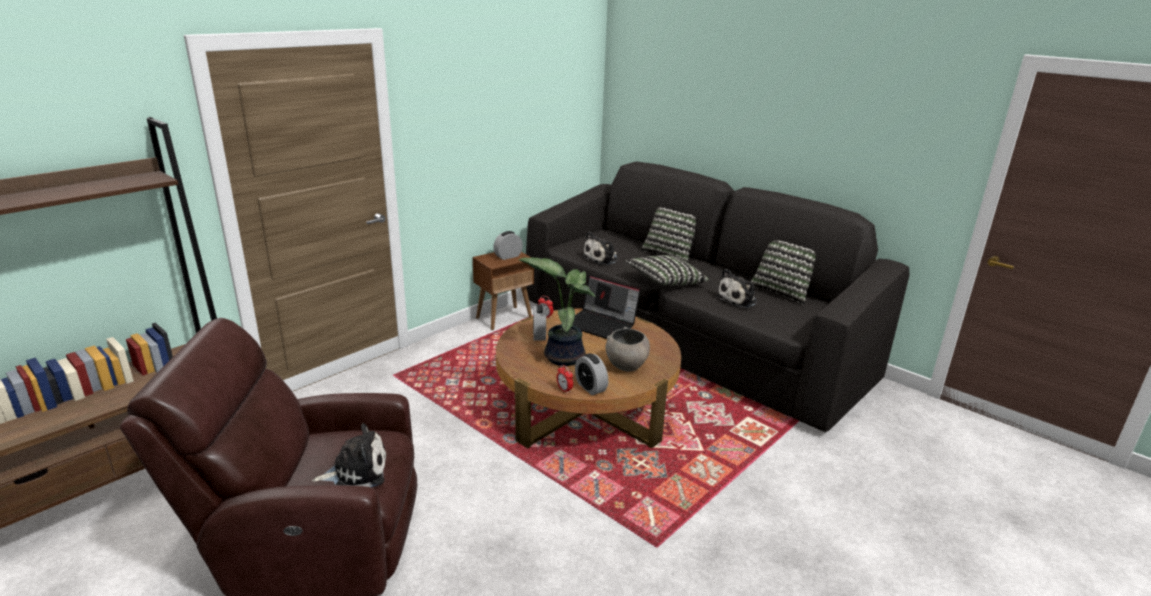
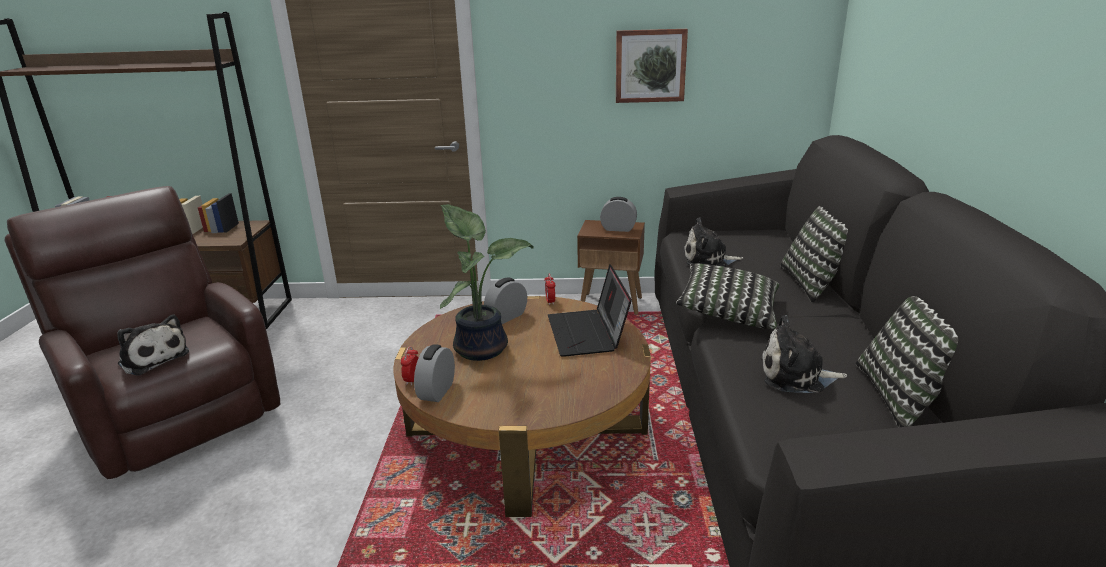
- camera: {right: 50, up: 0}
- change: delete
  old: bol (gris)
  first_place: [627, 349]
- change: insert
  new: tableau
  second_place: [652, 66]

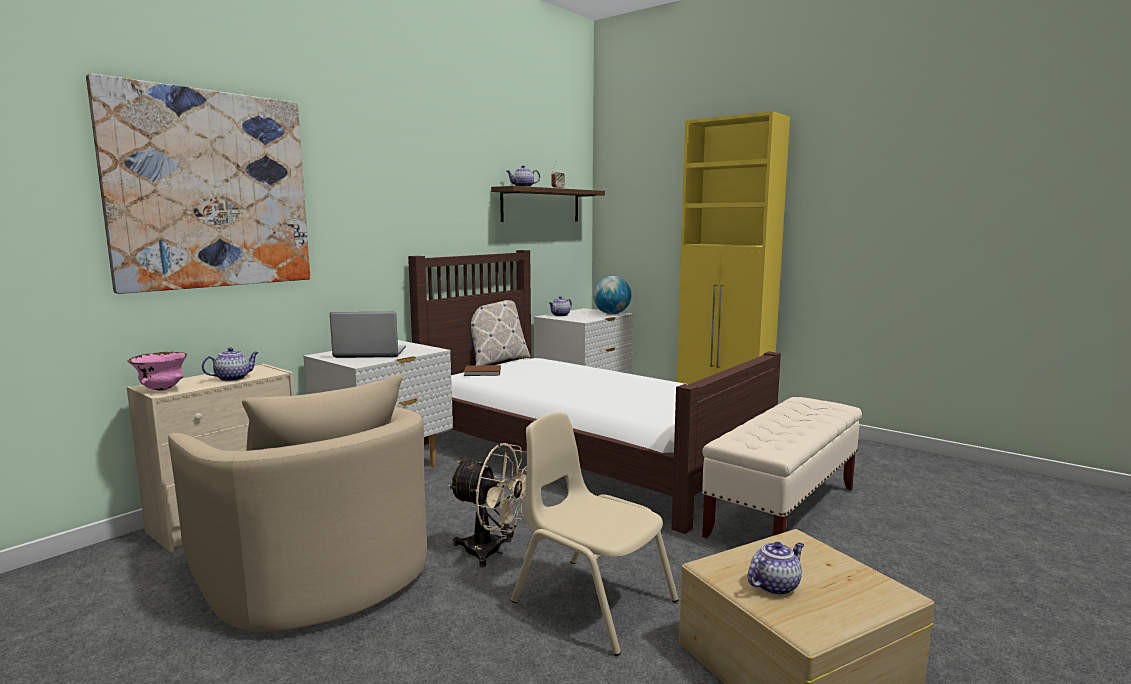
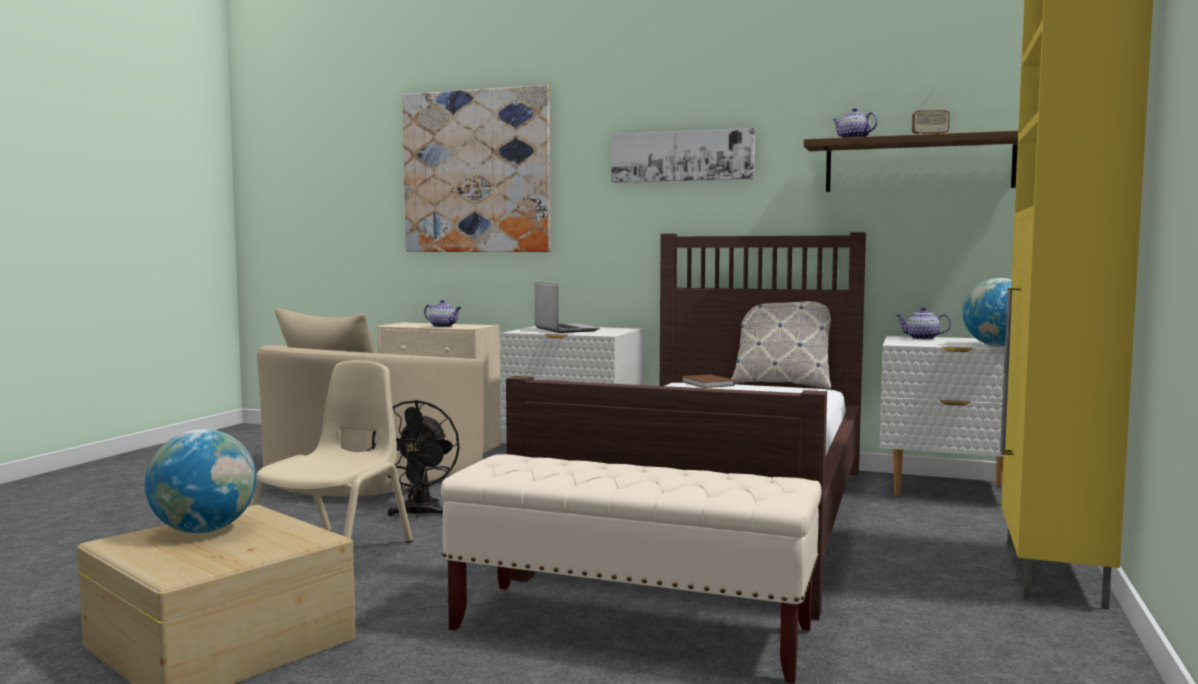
- camera: {right: 70, up: -5}
- change: delete
  old: bol (rose)
  first_place: [157, 371]
- change: insert
  new: tableau
  second_place: [683, 155]
- change: replace
  old: théière
  new: globe
  first_place: [775, 568]
  second_place: [201, 481]
- change: recolor
  old: ventilateur (beige)
  new: ventilateur (noir)
  first_place: [487, 505]
  second_place: [413, 459]

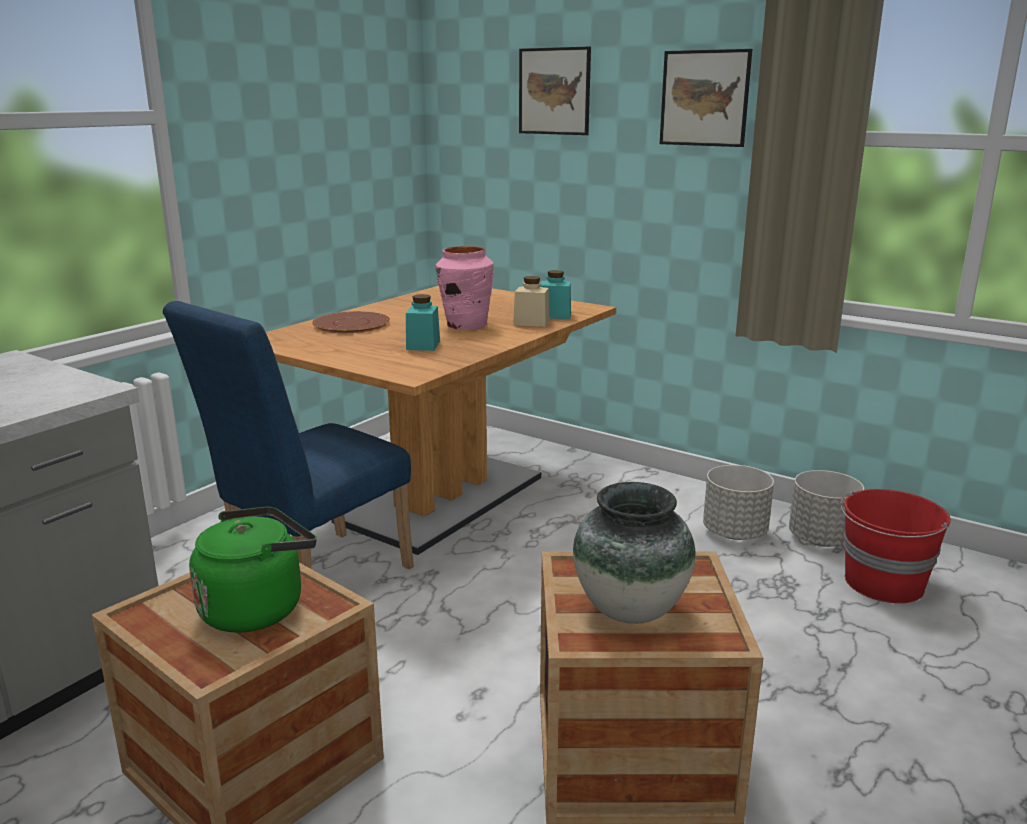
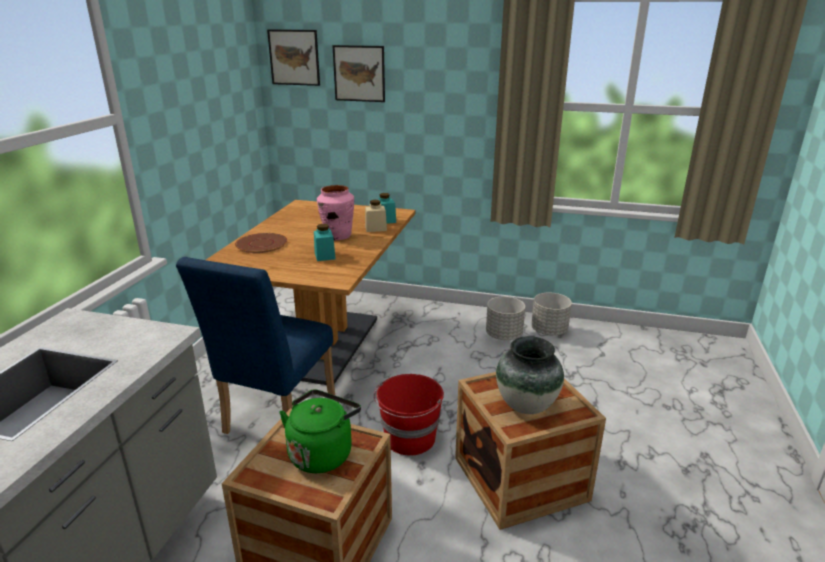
- camera: {right: -20, up: 5}
- change: move
  old: tableau
  first_place: [706, 98]
  second_place: [293, 57]
- change: move
  old: seau (rouge)
  first_place: [895, 546]
  second_place: [409, 415]

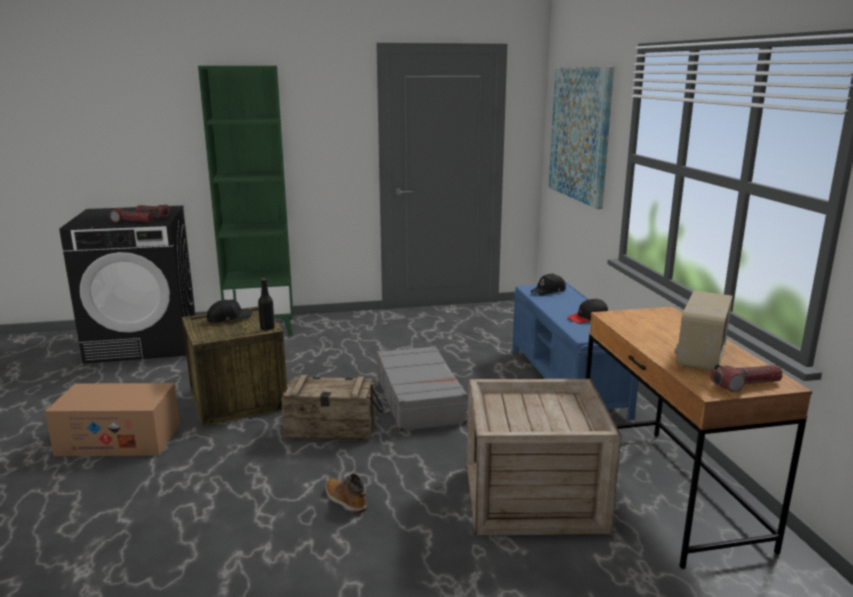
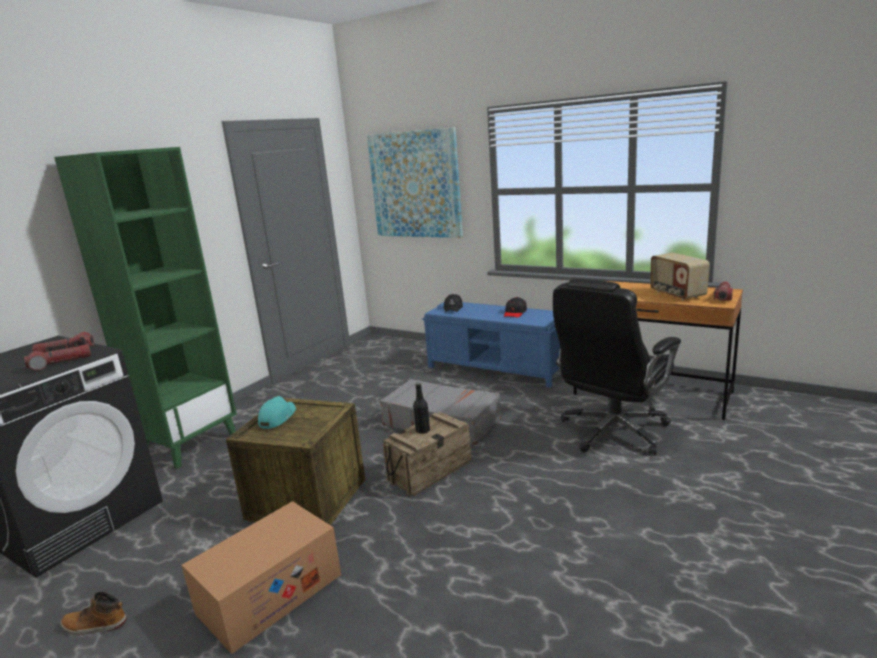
- camera: {right: -45, up: 0}
- change: move
  old: bouteille (noir)
  first_place: [266, 304]
  second_place: [421, 408]
- change: move
  old: botte
  first_place: [346, 493]
  second_place: [94, 613]
- change: replace
  old: caisse
  new: chaise de bureau (noir)
  first_place: [544, 457]
  second_place: [617, 366]
- change: recolor
  old: casquette (noir)
  new: casquette (turquoise)
  first_place: [230, 311]
  second_place: [277, 412]

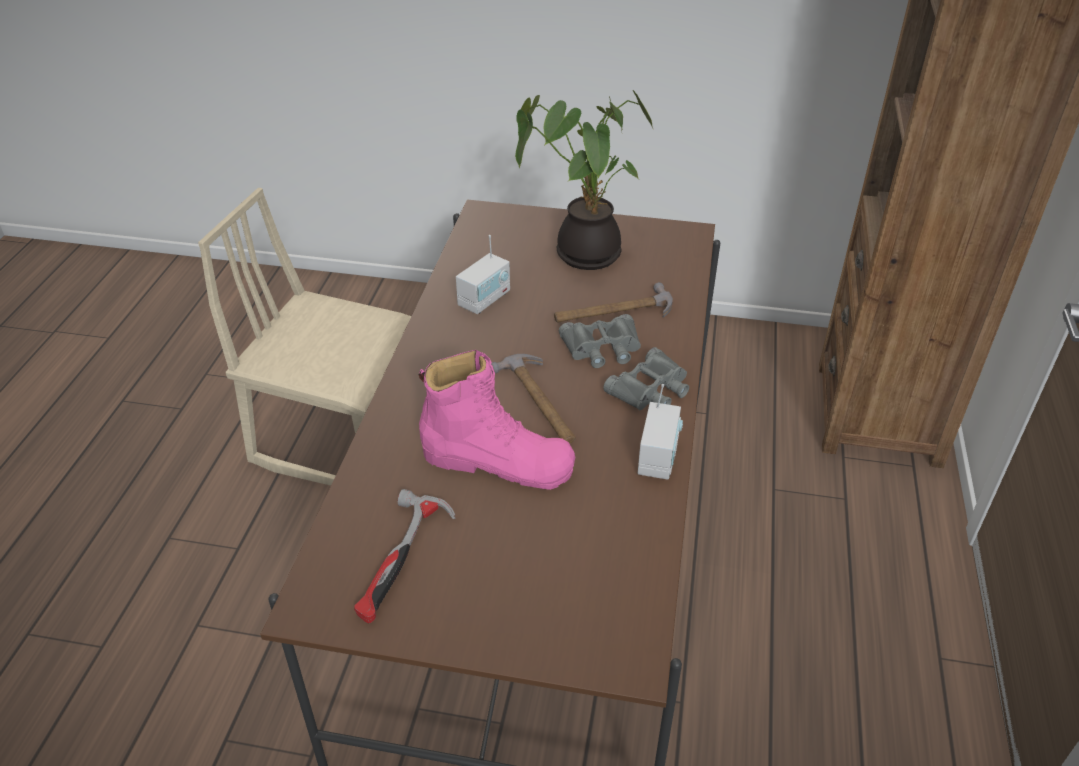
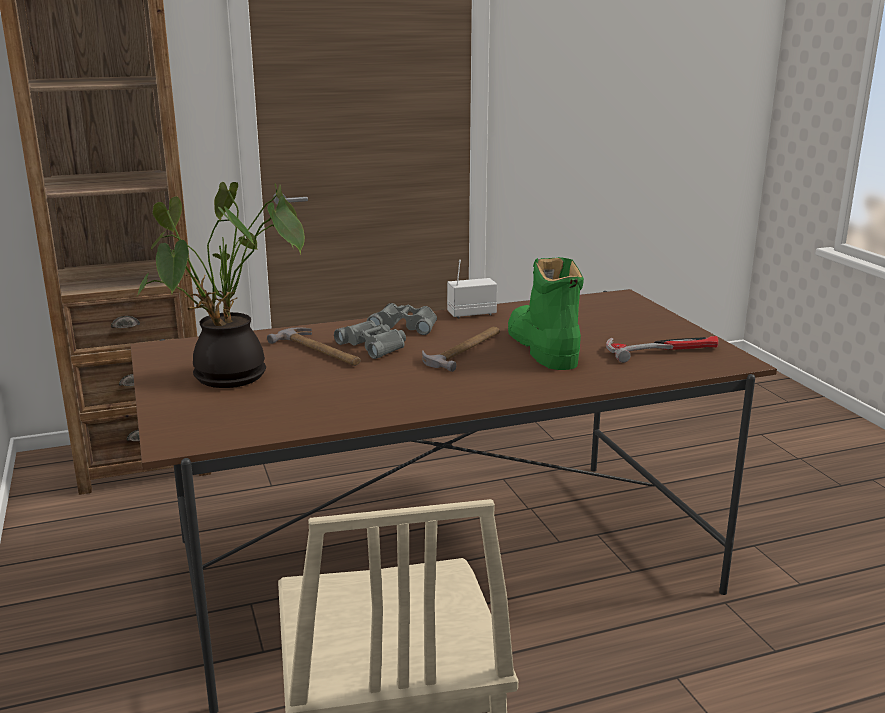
- camera: {right: -120, up: -20}
- change: delete
  old: radio
  first_place: [483, 274]
- change: recolor
  old: botte (rose)
  new: botte (vert)
  first_place: [497, 420]
  second_place: [546, 313]

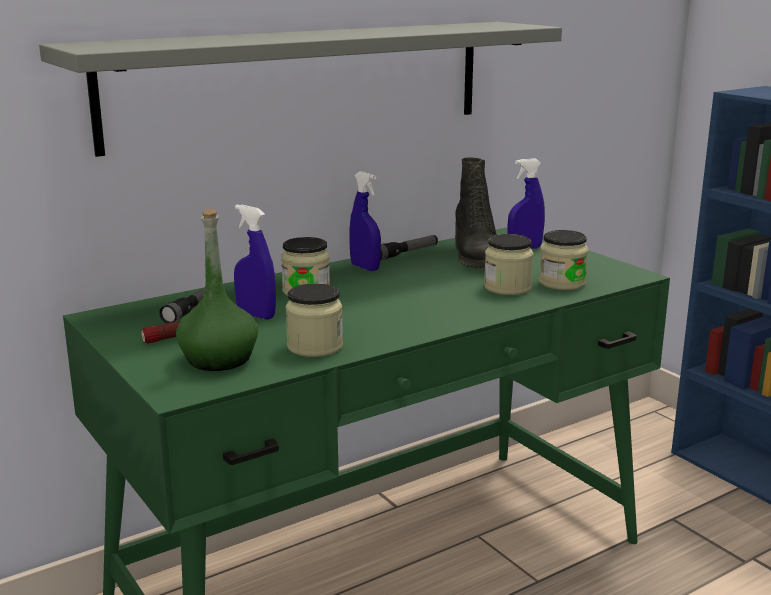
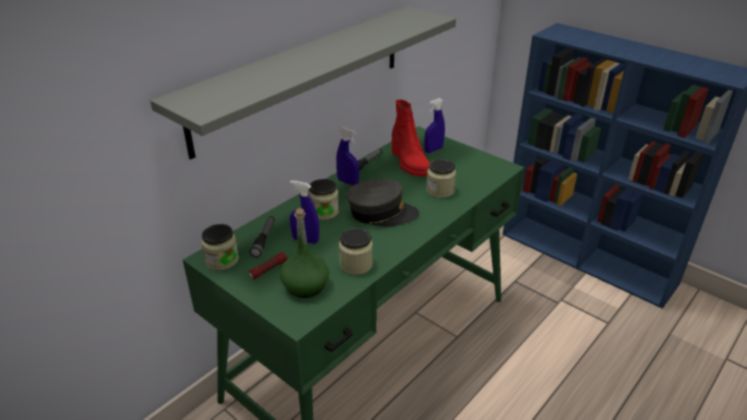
- camera: {right: -15, up: 15}
- change: insert
  new: casquette (gris)
  second_place: [382, 203]
- change: move
  old: bocal
  first_place: [563, 260]
  second_place: [220, 247]
- change: recolor
  old: botte (noir)
  new: botte (rouge)
  first_place: [476, 213]
  second_place: [411, 138]

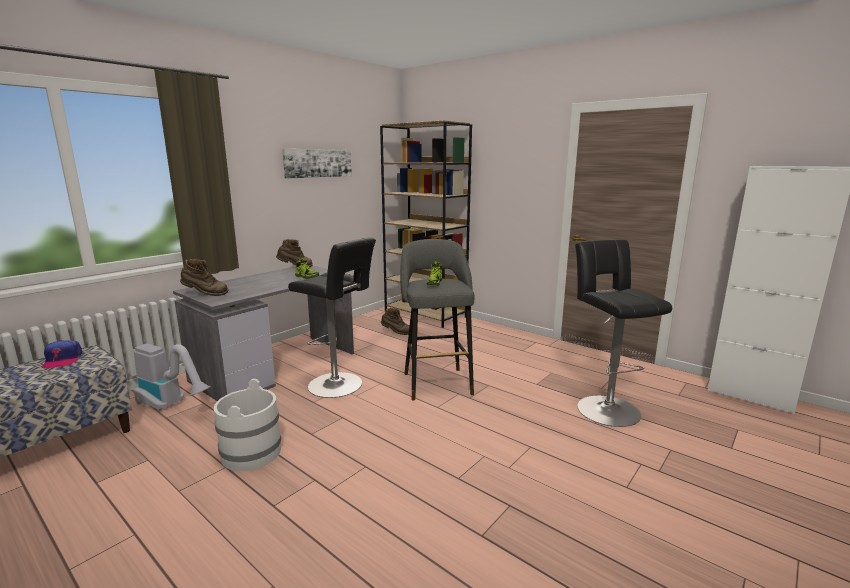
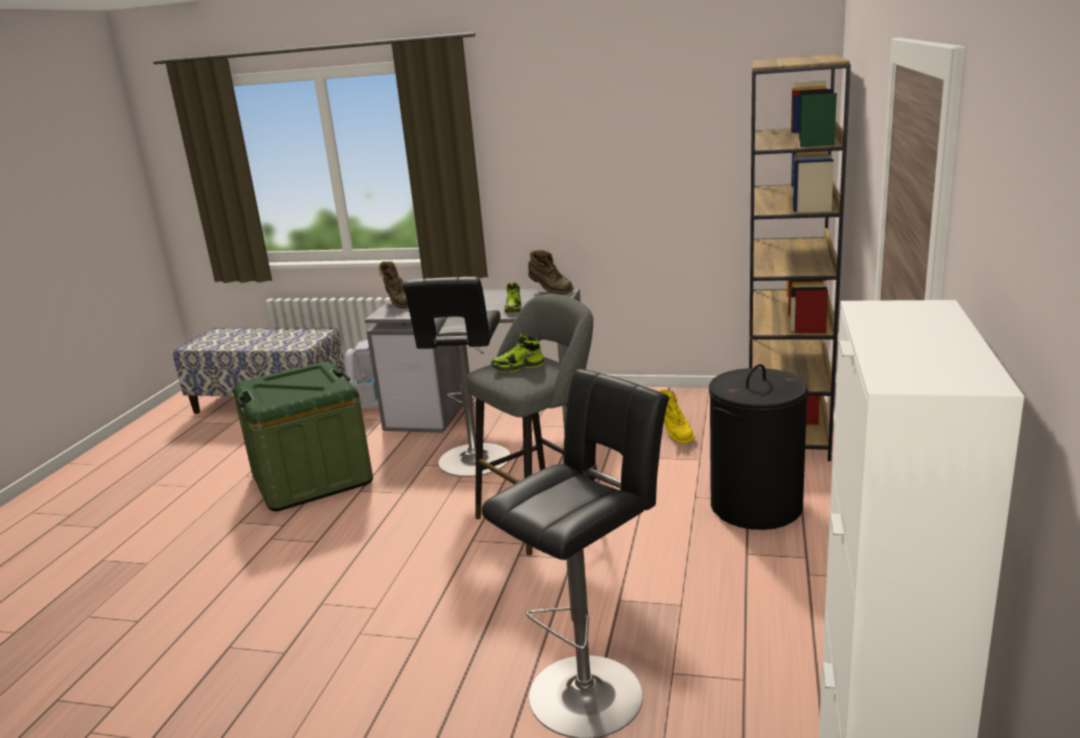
- camera: {right: 65, up: 5}
- change: delete
  old: casquette
  first_place: [62, 354]
- change: delete
  old: tableau
  first_place: [317, 163]
- change: insert
  new: panier à linge (noir)
  second_place: [758, 447]
- change: replace
  old: seau (blanc)
  new: boîte de rangement (vert)
  first_place: [247, 425]
  second_place: [303, 436]
- change: recolor
  old: botte (marron)
  new: botte (jaune)
  first_place: [395, 321]
  second_place: [677, 416]

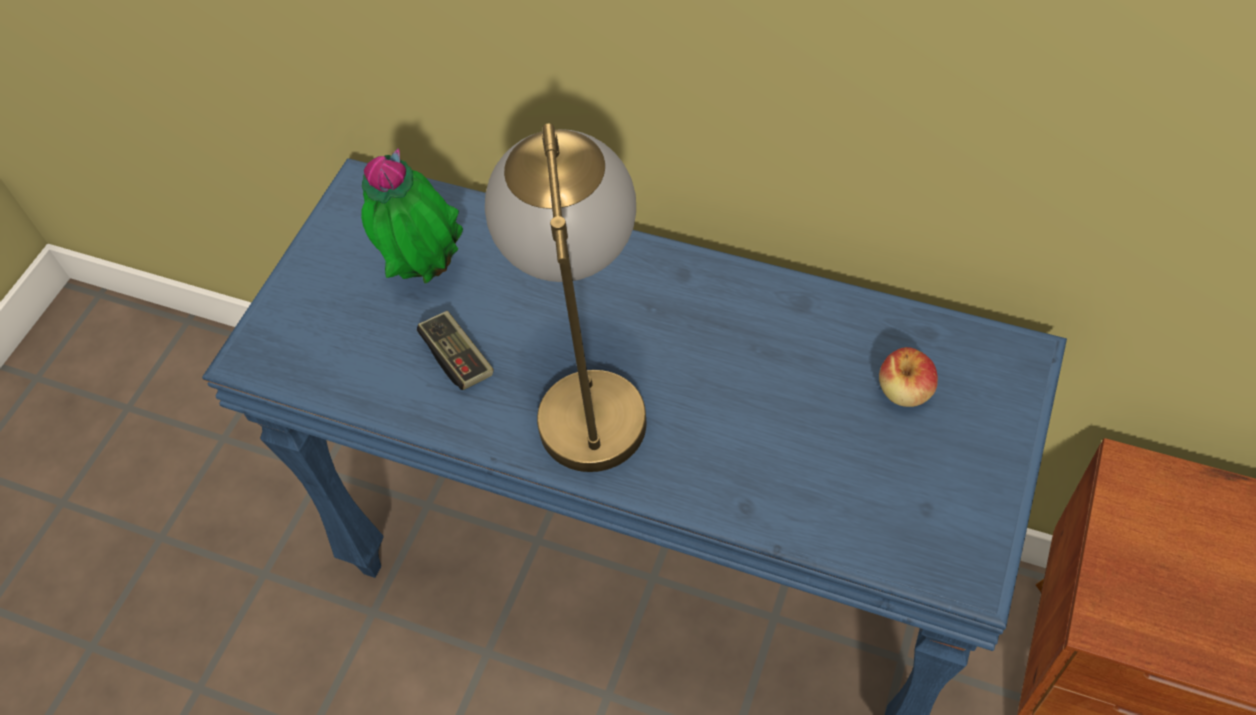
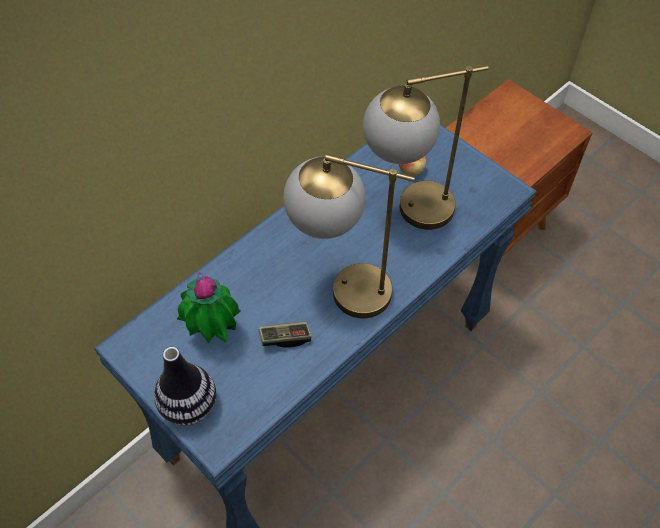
- camera: {right: -70, up: 0}
- change: insert
  new: vase
  second_place: [185, 386]
- change: insert
  new: lampe de table
  second_place: [426, 148]

